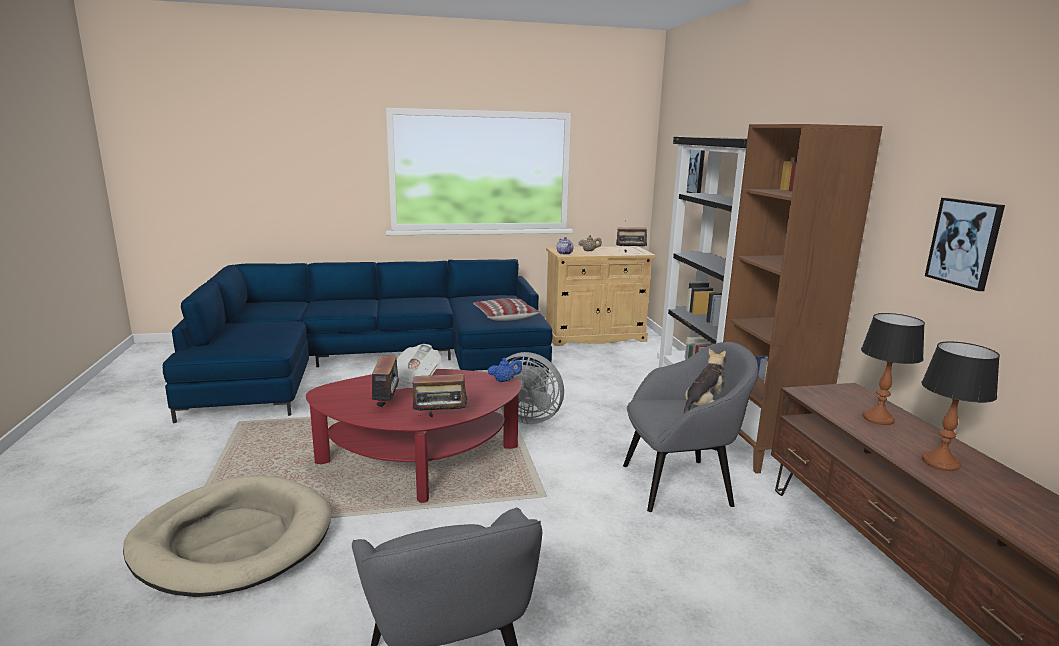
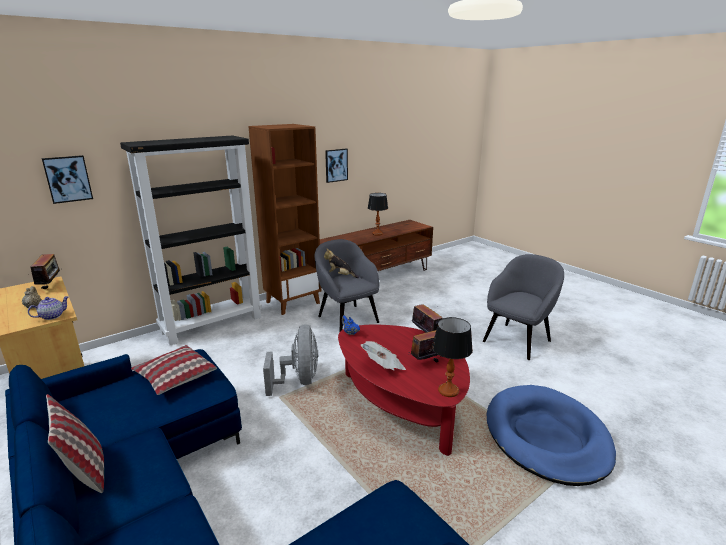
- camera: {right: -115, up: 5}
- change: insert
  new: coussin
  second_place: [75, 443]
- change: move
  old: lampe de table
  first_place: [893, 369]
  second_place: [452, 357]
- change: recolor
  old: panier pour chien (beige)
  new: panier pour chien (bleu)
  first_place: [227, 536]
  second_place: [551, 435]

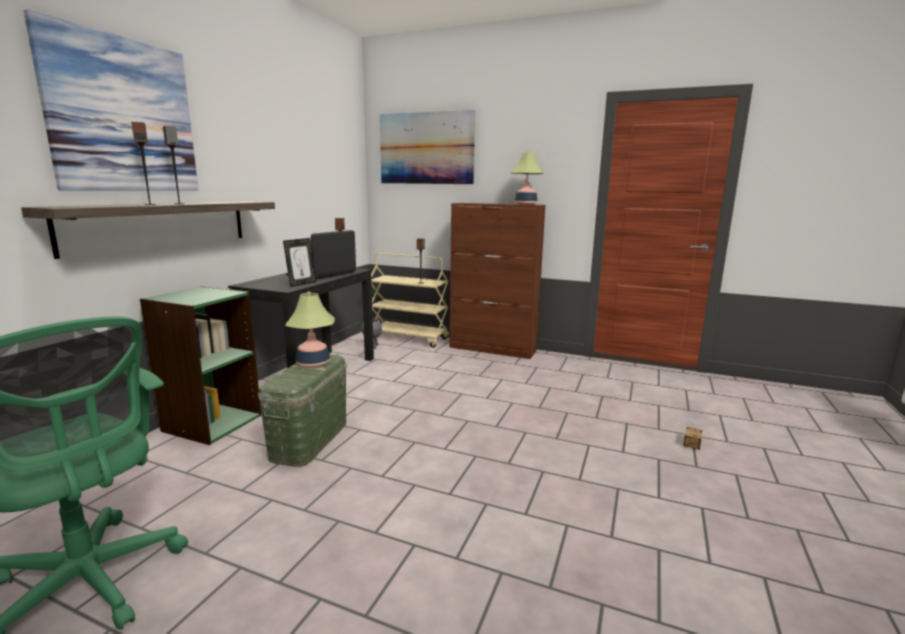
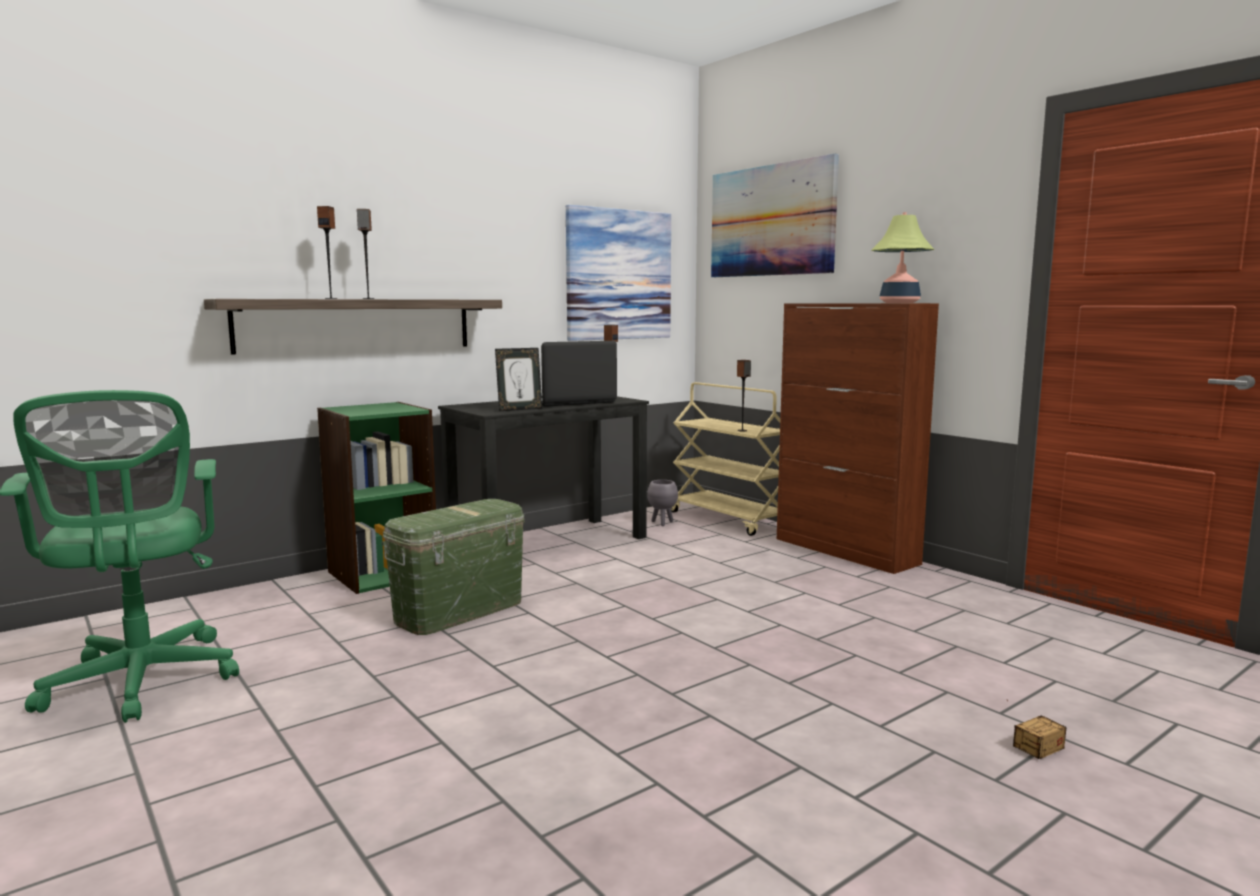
- camera: {right: 30, up: -5}
- change: delete
  old: lampe de table
  first_place: [310, 329]
- change: move
  old: tableau
  first_place: [111, 100]
  second_place: [618, 273]

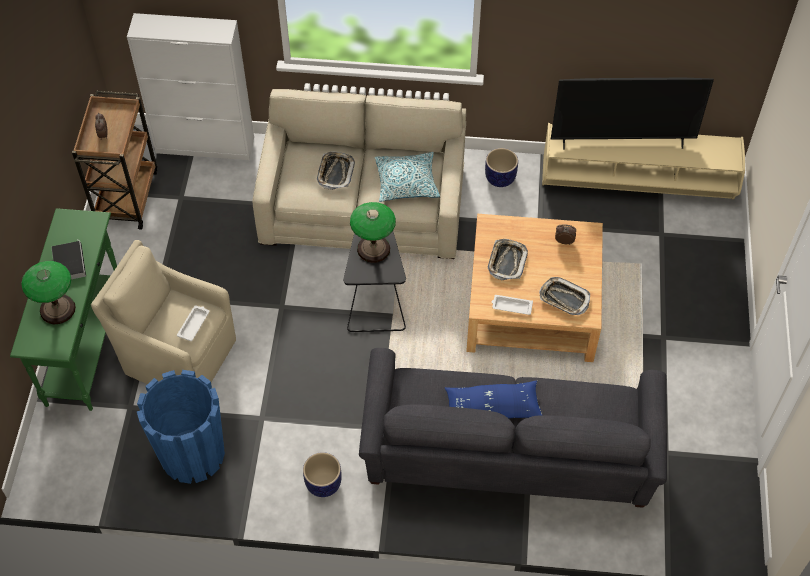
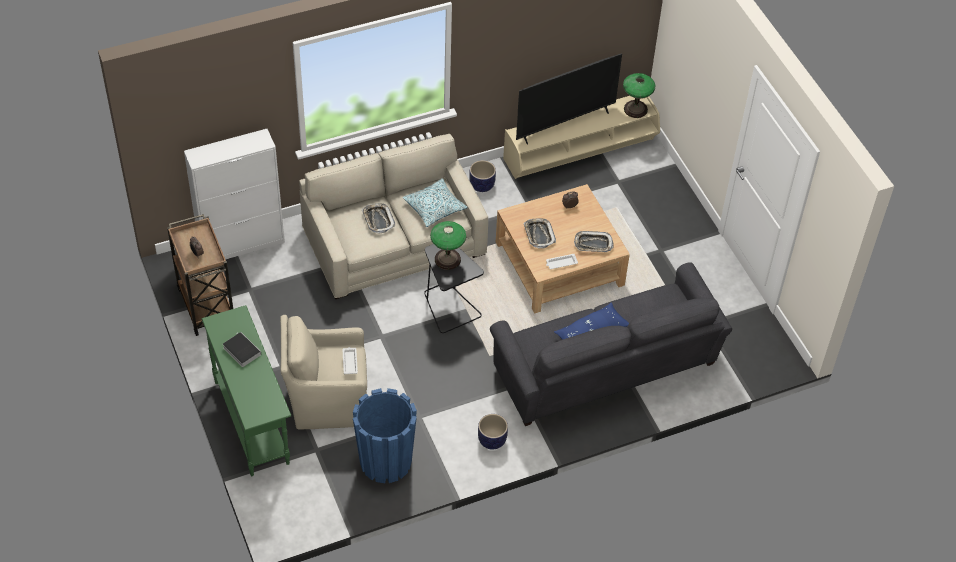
- camera: {right: -30, up: -5}
- change: move
  old: lampe de table
  first_place: [48, 293]
  second_place: [639, 95]

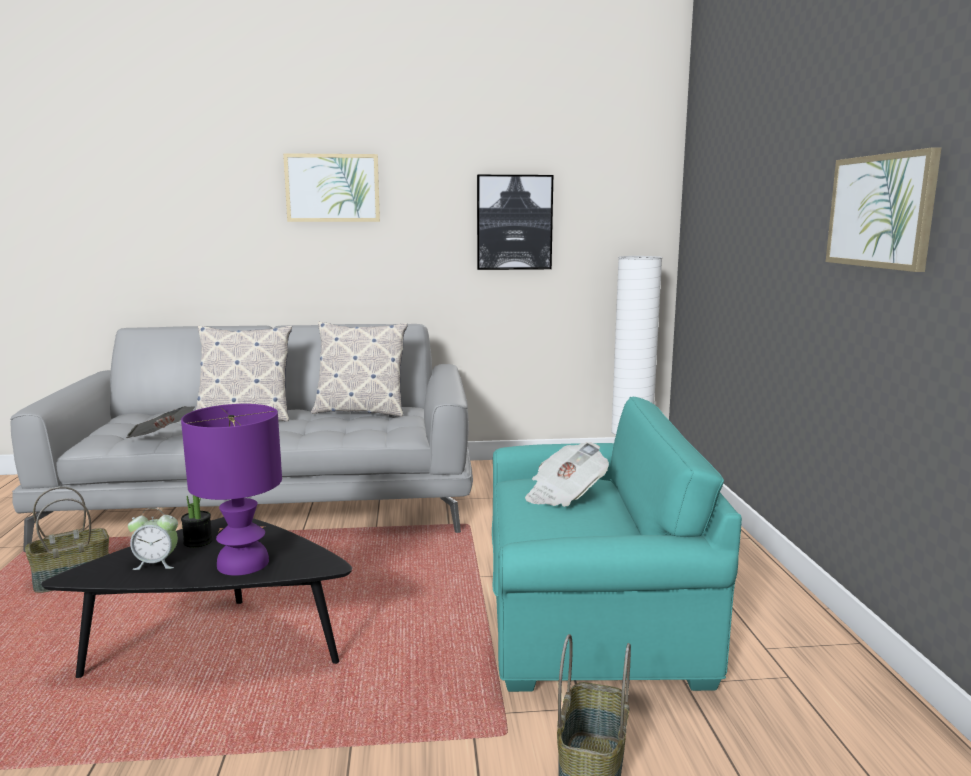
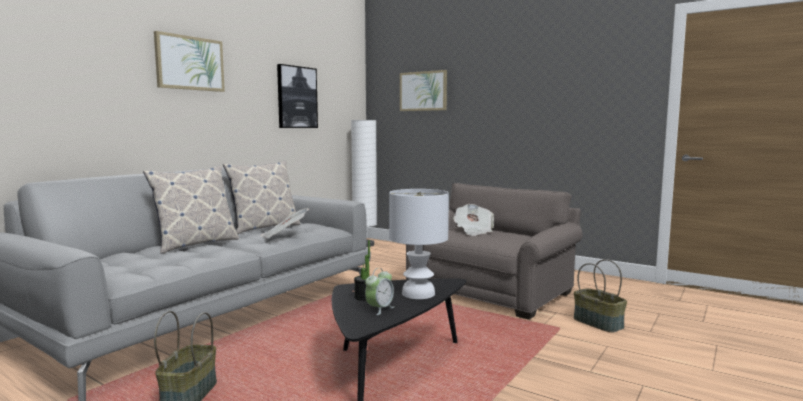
- camera: {right: -50, up: -5}
- change: move
  old: journal
  first_place: [160, 422]
  second_place: [284, 223]
- change: move
  old: tableau
  first_place: [883, 209]
  second_place: [423, 90]
- change: recolor
  old: lampe de table (violet)
  new: lampe de table (blanc)
  first_place: [231, 490]
  second_place: [419, 244]
- change: recolor
  old: fauteuil (turquoise)
  new: fauteuil (gris)
  first_place: [617, 544]
  second_place: [494, 251]

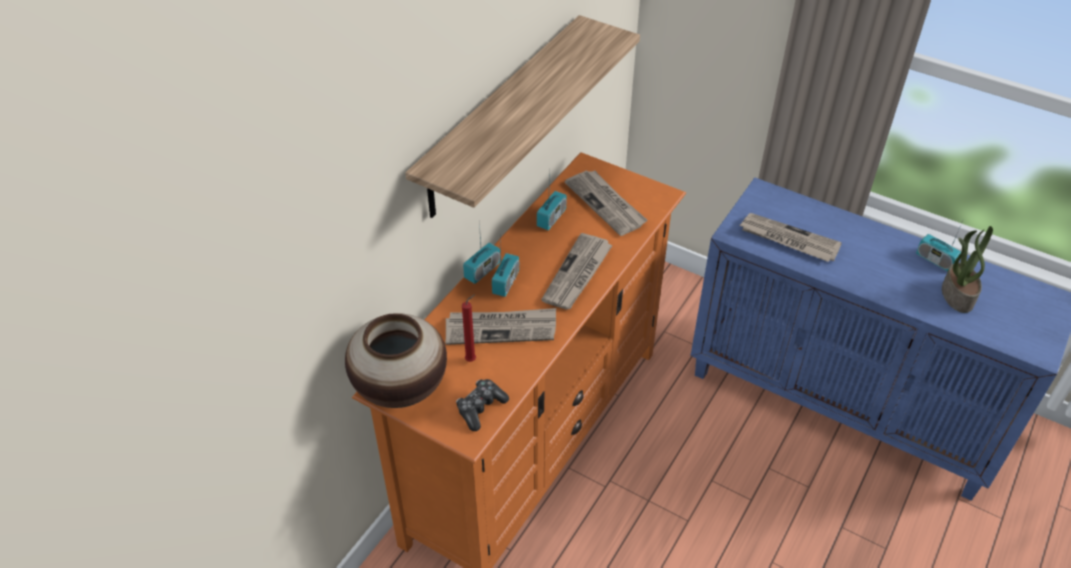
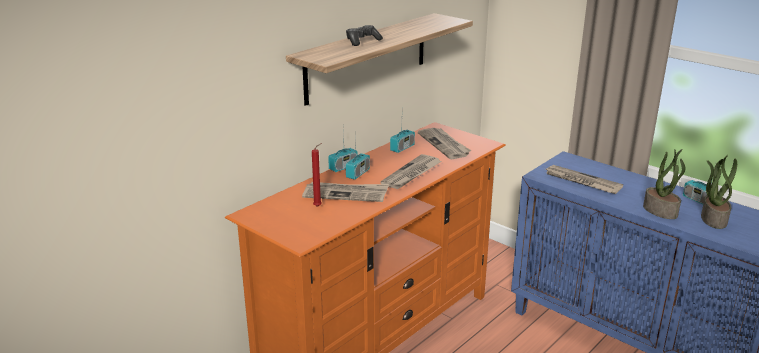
- camera: {right: 10, up: -20}
- change: delete
  old: vase
  first_place: [396, 360]
- change: insert
  new: plante en pot
  second_place: [664, 184]
- change: move
  old: manette
  first_place: [482, 405]
  second_place: [364, 35]

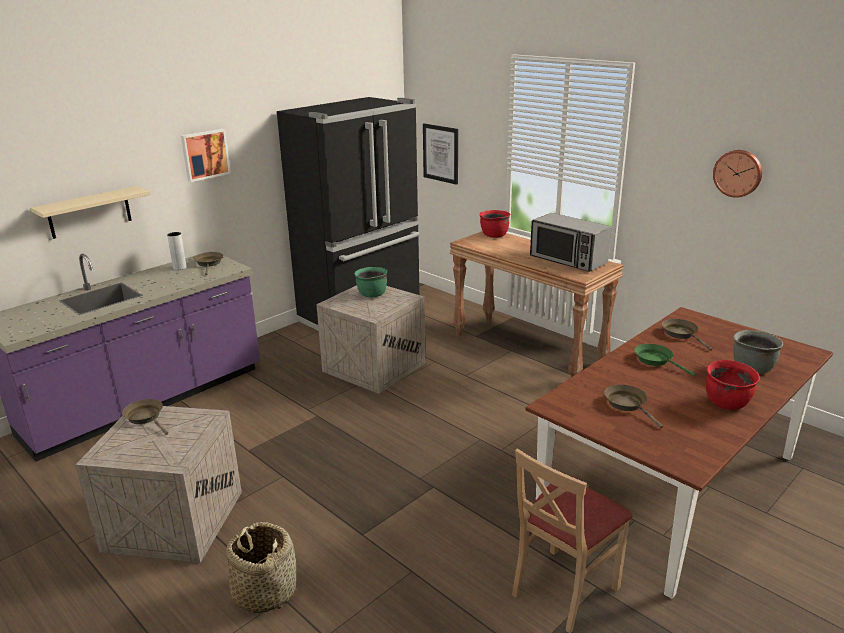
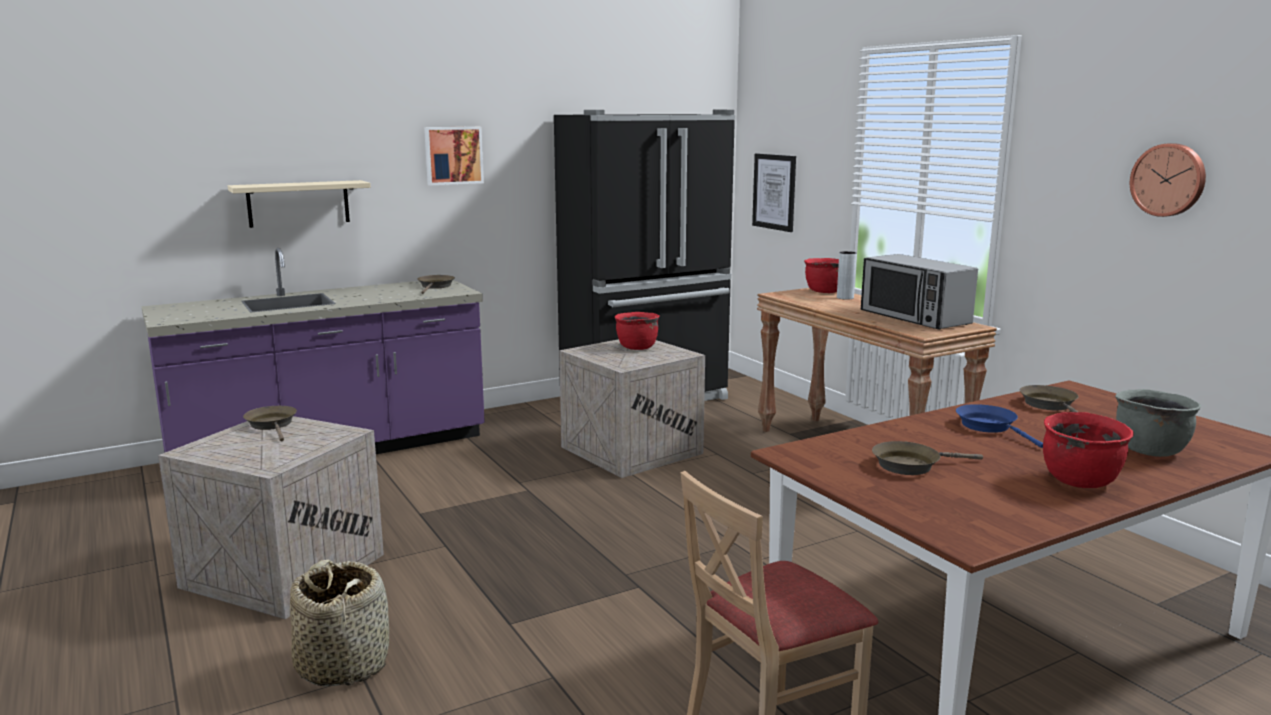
- camera: {right: 15, up: -10}
- change: move
  old: vase (gris)
  first_place: [177, 251]
  second_place: [847, 275]
- change: recolor
  old: marmite (vert)
  new: marmite (rouge)
  first_place: [370, 282]
  second_place: [637, 331]
- change: recolor
  old: poêle (vert)
  new: poêle (bleu)
  first_place: [665, 360]
  second_place: [999, 426]
- change: rotate
  old: poêle (marron)
  first_place: [633, 406]
  second_place: [927, 458]
  degrees: -90

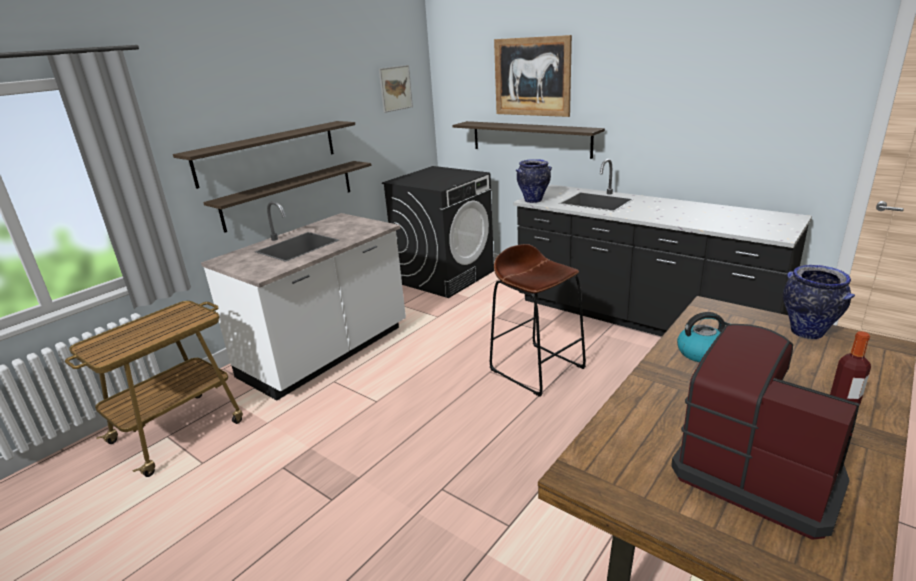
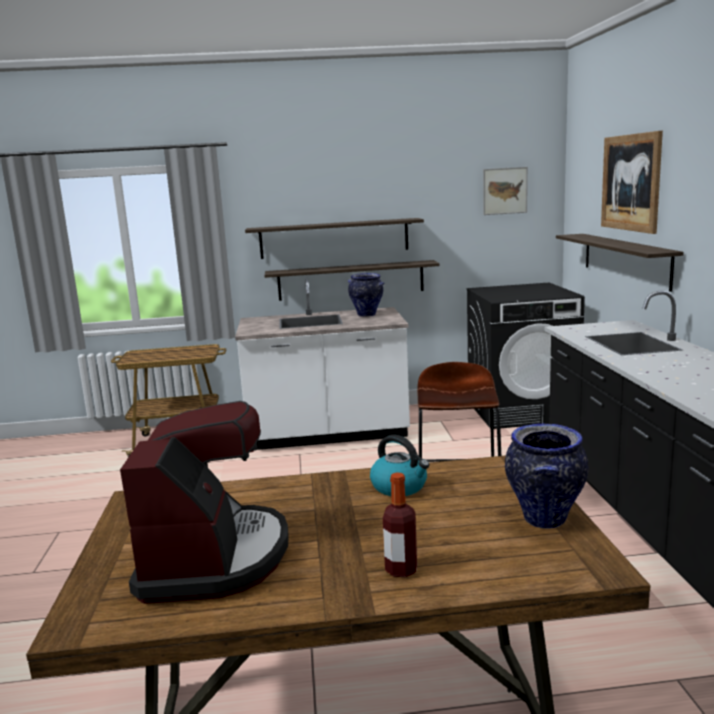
- camera: {right: 45, up: -10}
- change: move
  old: vase
  first_place: [534, 181]
  second_place: [366, 295]

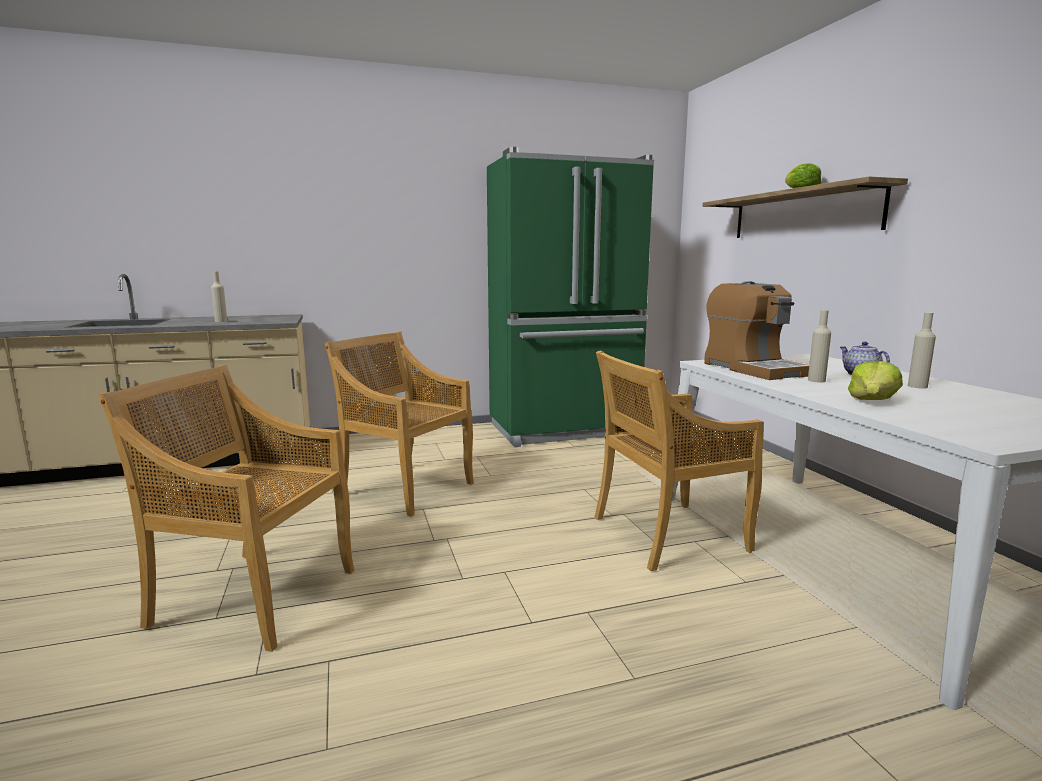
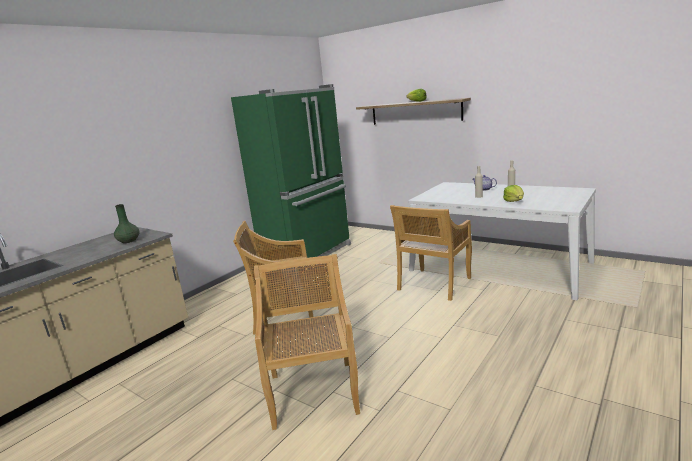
- camera: {right: -35, up: 5}
- change: delete
  old: bouteille (beige)
  first_place: [219, 296]
- change: delete
  old: machine à café
  first_place: [756, 330]
- change: insert
  new: vase (vert)
  second_place: [127, 223]
- change: rotate
  old: chaise (beige)
  first_place: [226, 508]
  second_place: [306, 342]
  degrees: 105

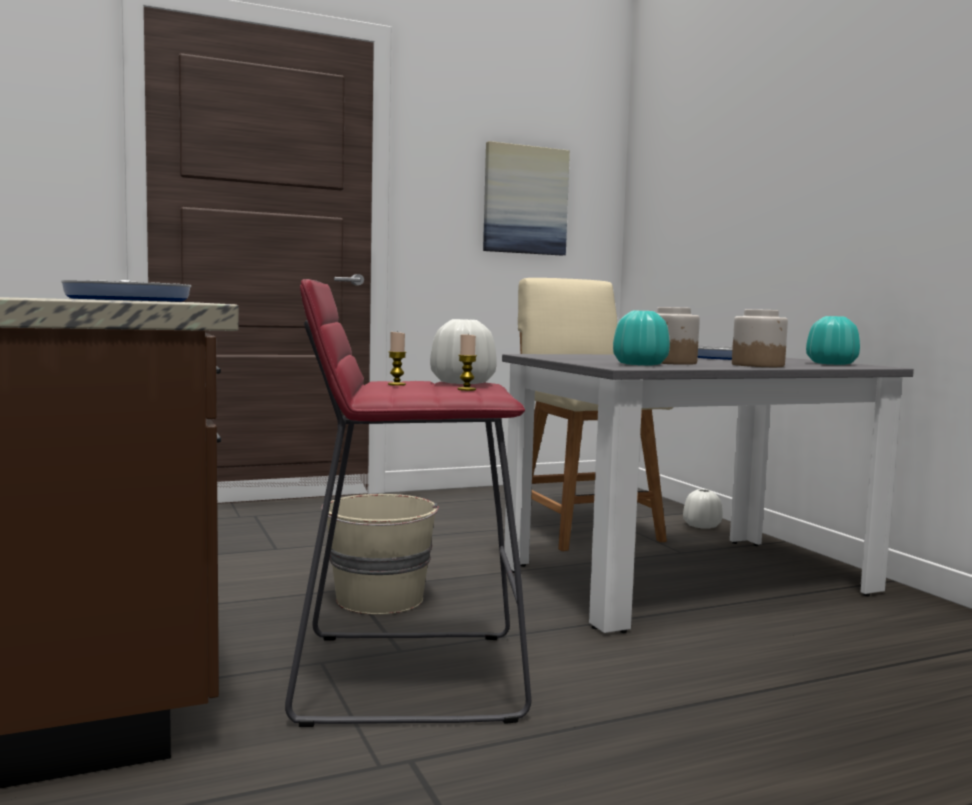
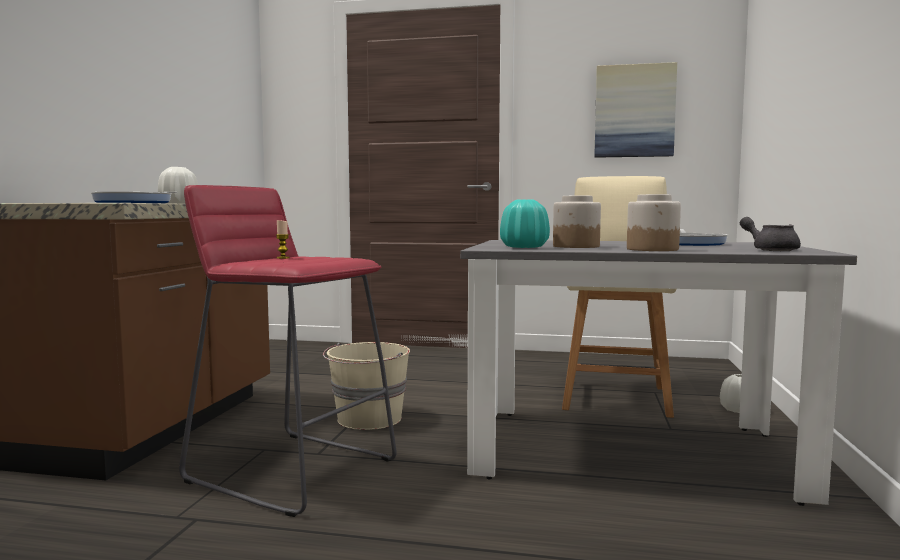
- camera: {right: 35, up: 0}
- change: delete
  old: bougie
  first_place: [467, 362]
- change: move
  old: vase (blanc)
  first_place: [463, 351]
  second_place: [178, 185]
- change: replace
  old: vase (turquoise)
  new: théière (gris)
  first_place: [833, 340]
  second_place: [770, 234]

